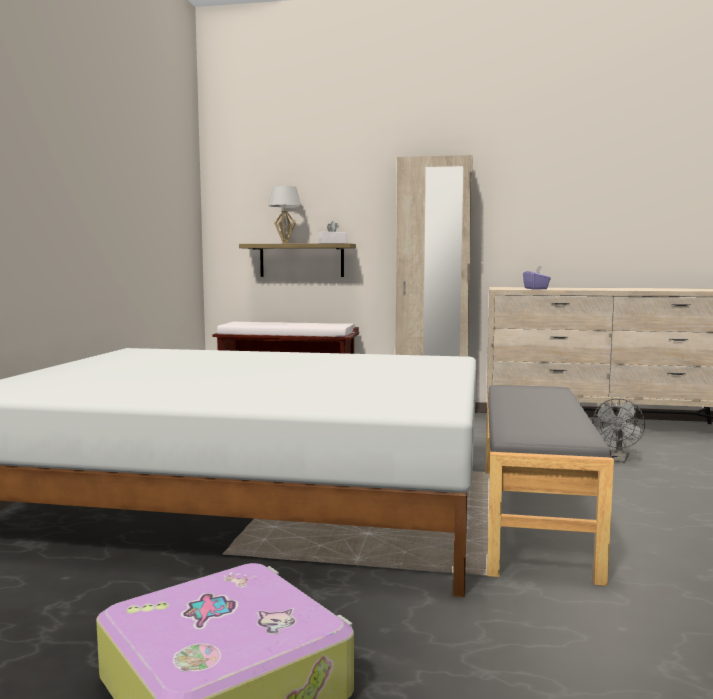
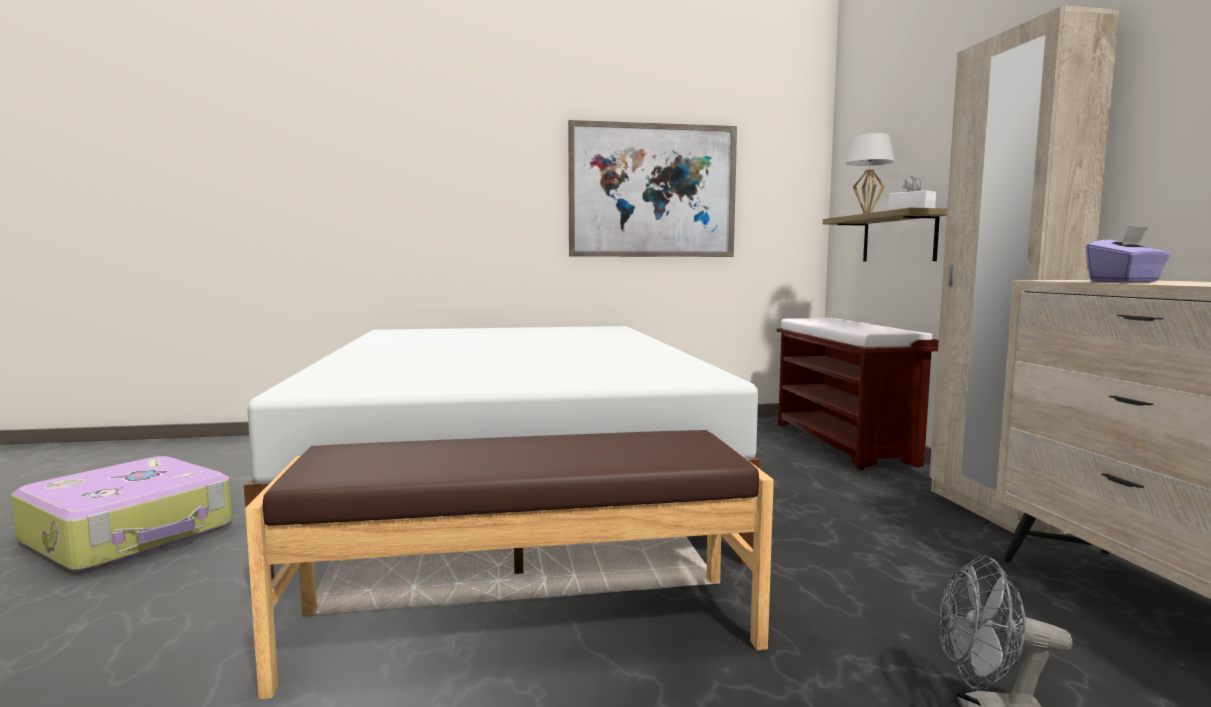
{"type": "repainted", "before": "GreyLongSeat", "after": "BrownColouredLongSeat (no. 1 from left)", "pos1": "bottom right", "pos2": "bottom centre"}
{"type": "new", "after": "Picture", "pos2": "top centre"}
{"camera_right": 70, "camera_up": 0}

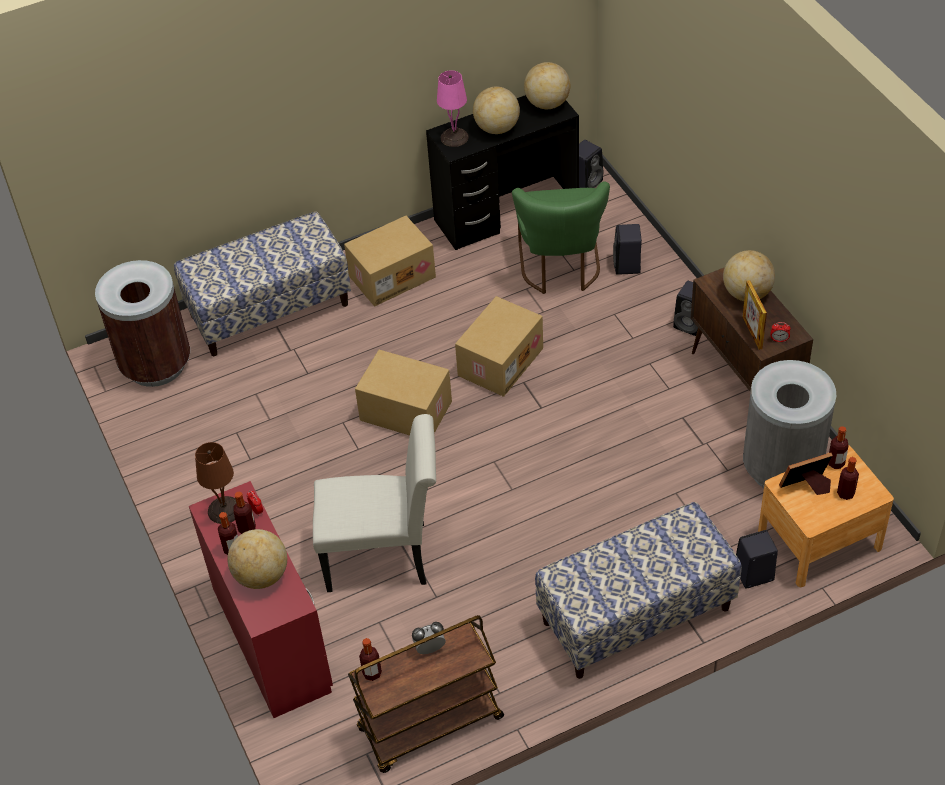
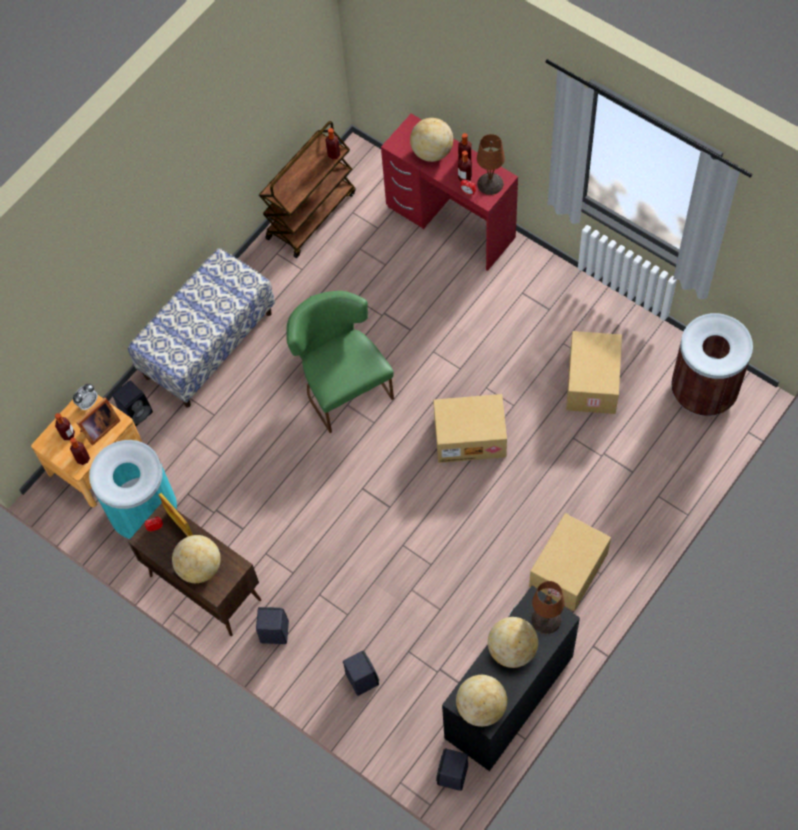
{"type": "repainted", "before": "PinkColouredTableLamp", "after": "BrownColouredTableLamp (no. 2 from left)", "pos1": "top centre", "pos2": "bottom right"}
{"type": "shifted", "before": "GreenColouredPlainChair", "pos1": "top centre", "pos2": "centre"}
{"type": "gone", "before": "LongSeat (no. 1 from left)", "pos1": "middle left"}
{"type": "shifted", "before": "Carton (no. 3 from left)", "pos1": "centre", "pos2": "middle right"}
{"type": "repainted", "before": "GreyWasteBin", "after": "TurquoiseWasteBin", "pos1": "middle right", "pos2": "middle left"}
{"type": "gone", "before": "WhitePlainChair", "pos1": "centre"}
{"type": "shifted", "before": "TableClock (no. 2 from left in the first image)", "after": "TableClock (no. 1 from left)", "pos1": "bottom centre", "pos2": "middle left"}
{"camera_right": 155, "camera_up": 15}

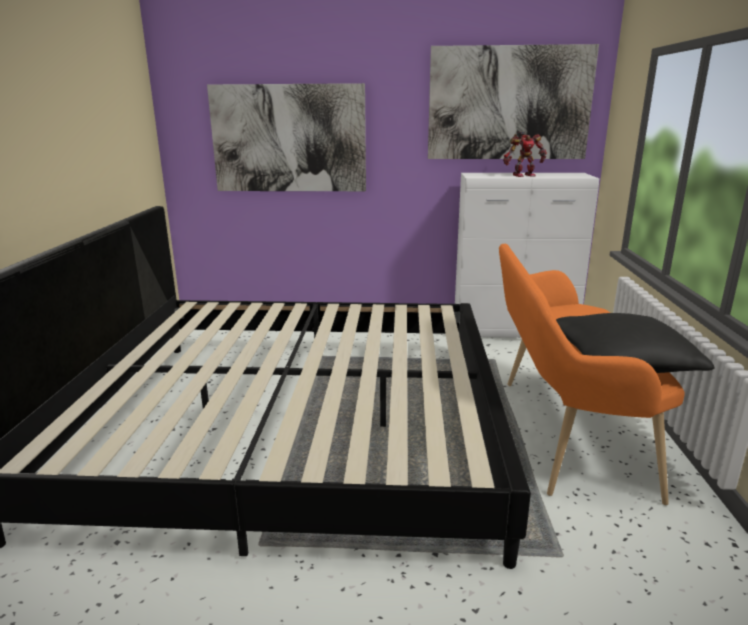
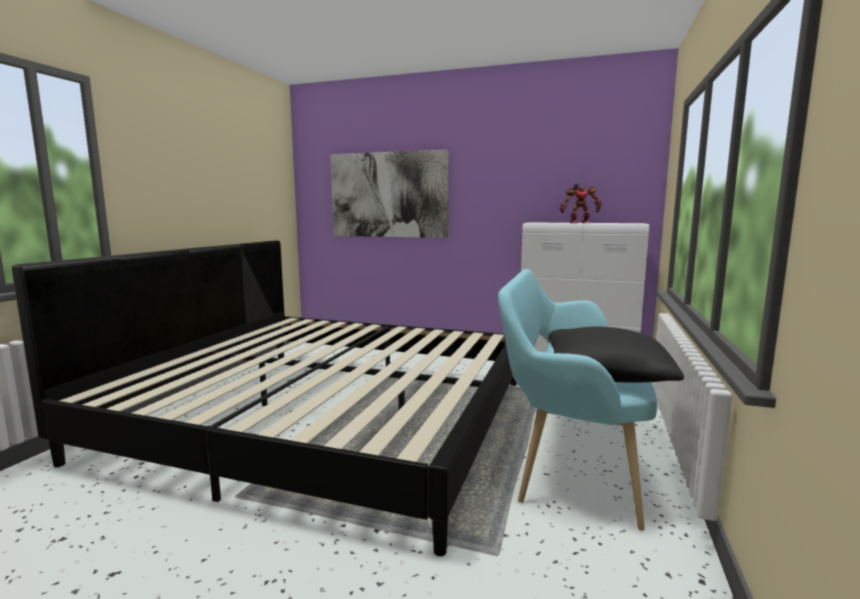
{"type": "gone", "before": "Picture (no. 2 from left)", "pos1": "top right"}
{"type": "repainted", "before": "OrangeColouredLongSeat", "after": "TurquoiseLongSeat", "pos1": "middle right", "pos2": "bottom right"}
{"camera_right": 15, "camera_up": -10}

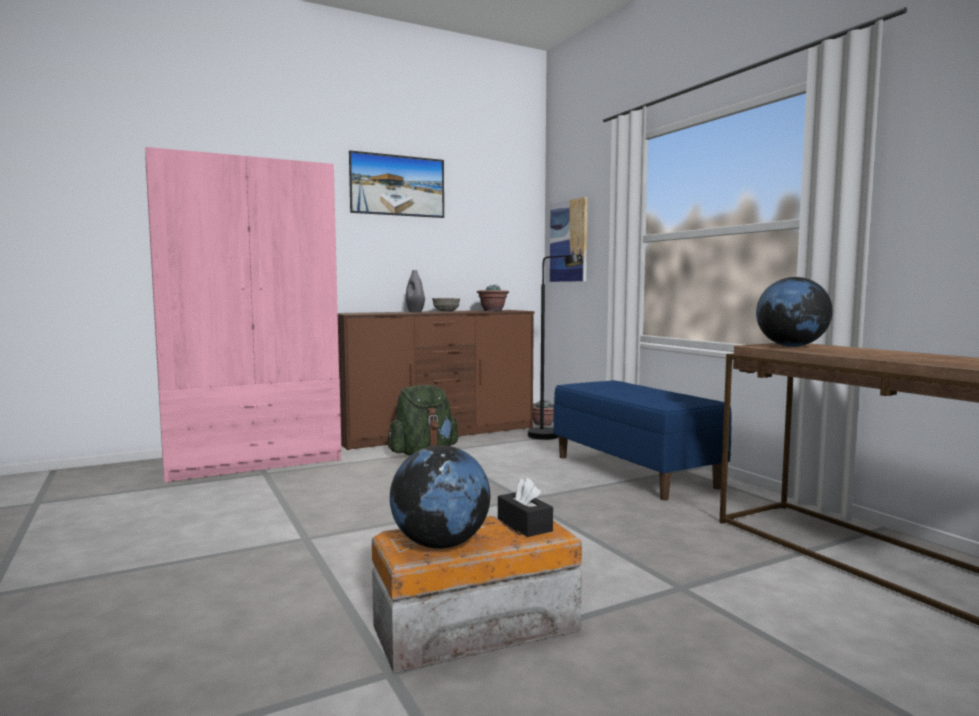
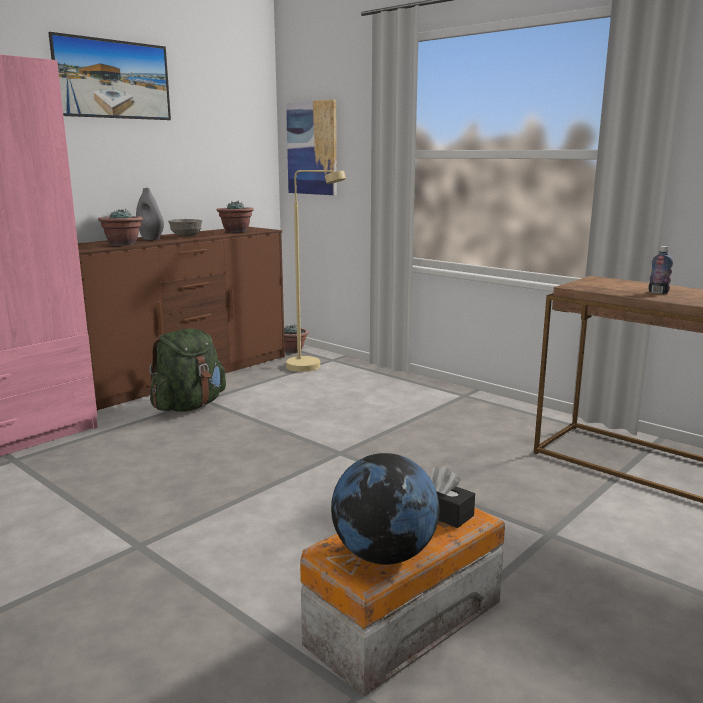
{"type": "repainted", "before": "BlackishStandingLamp", "after": "BeigeStandingLamp", "pos1": "centre", "pos2": "centre"}
{"type": "gone", "before": "Globe (no. 2 from left)", "pos1": "middle right"}
{"type": "gone", "before": "BlueColouredLongSeat", "pos1": "centre"}
{"type": "new", "after": "Houseplant (no. 1 from left)", "pos2": "top left"}
{"type": "new", "after": "Bottle", "pos2": "middle right"}
{"camera_right": -20, "camera_up": 10}

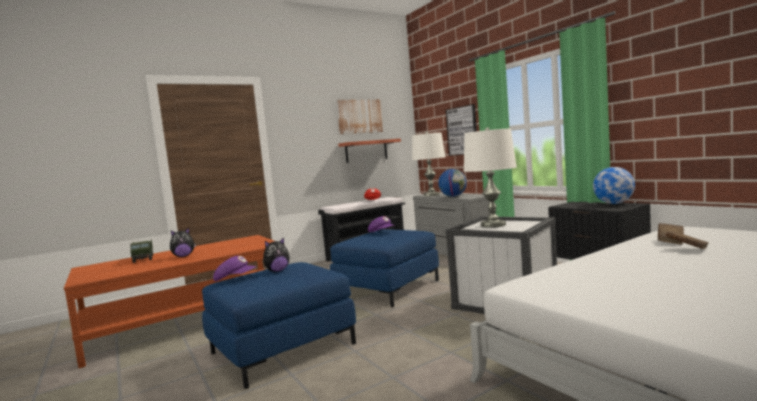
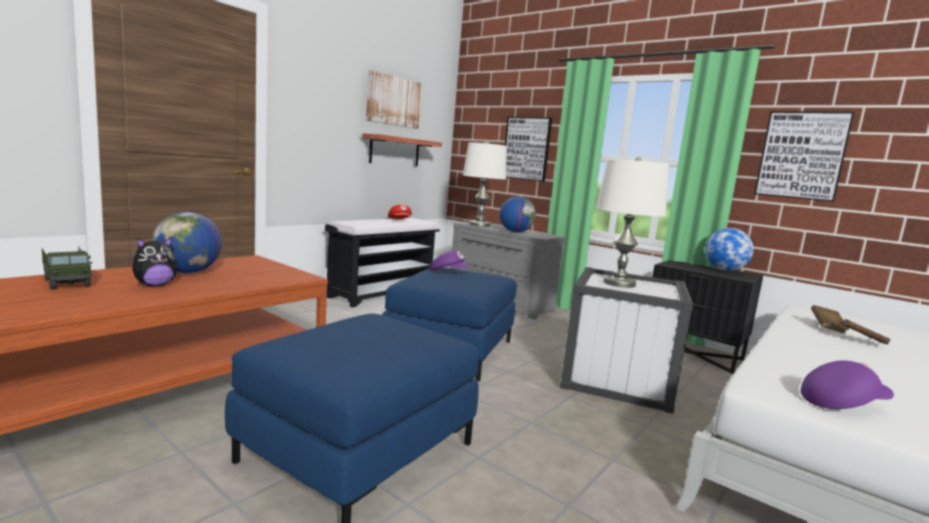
{"type": "gone", "before": "SoftToy (no. 2 from left)", "pos1": "centre"}
{"type": "shifted", "before": "PurplePeakedCap (no. 1 from left in the first image)", "after": "PurplePeakedCap (no. 2 from left)", "pos1": "bottom left", "pos2": "bottom right"}
{"type": "new", "after": "Picture (no. 3 from left)", "pos2": "top right"}
{"type": "new", "after": "Globe (no. 1 from left)", "pos2": "middle left"}
{"camera_right": -20, "camera_up": 5}

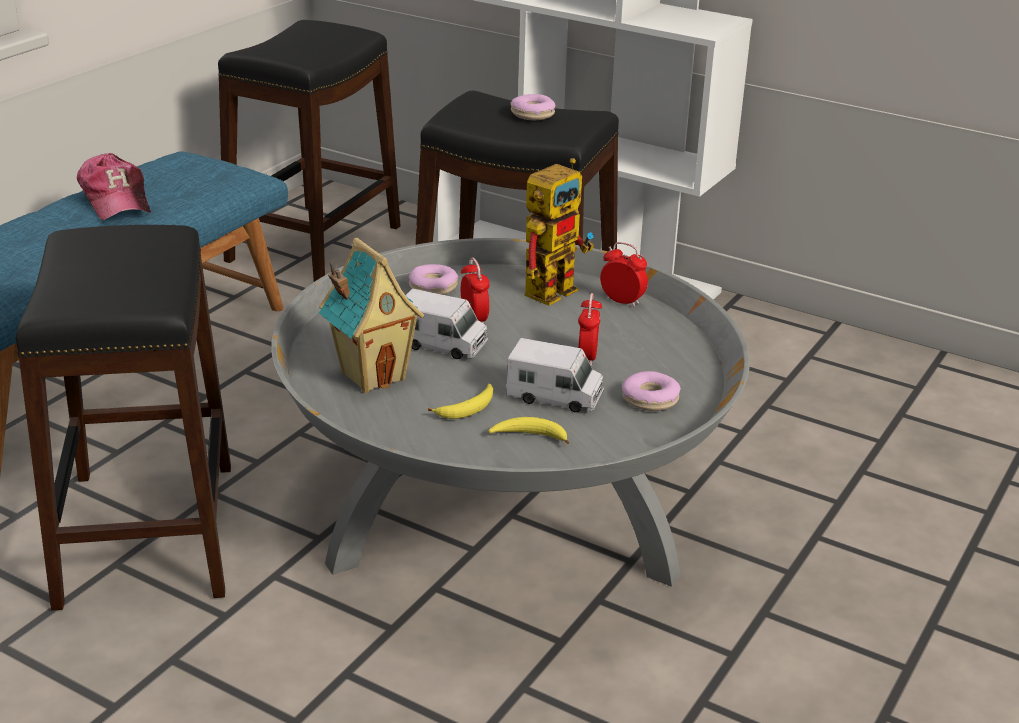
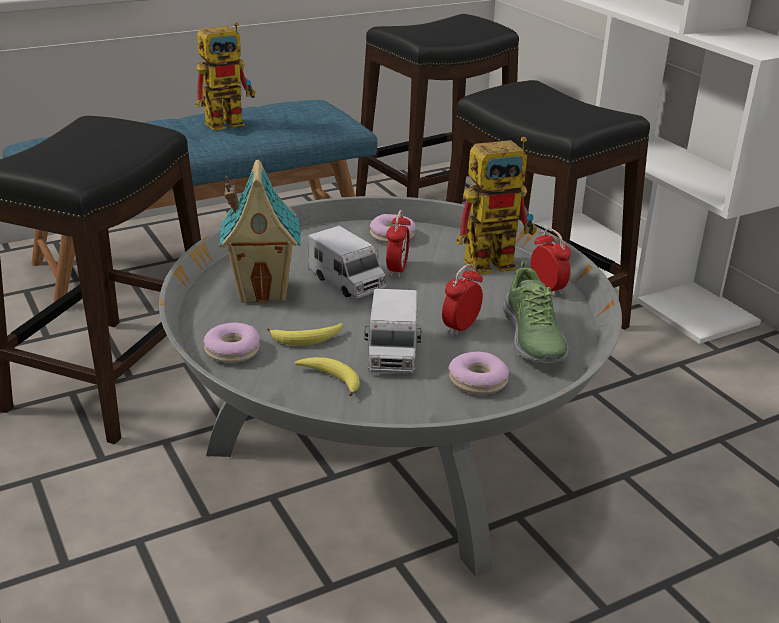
{"type": "shifted", "before": "Donut (no. 2 from left in the first image)", "after": "Donut (no. 1 from left)", "pos1": "top centre", "pos2": "middle left"}
{"type": "swapped", "before": "PeakedCap", "after": "ModelRobot (no. 1 from left)", "pos1": "top left", "pos2": "top left"}
{"type": "rotated", "before": "ToyTruck (no. 2 from left)", "pos1": "centre", "pos2": "centre", "turn": 45}
{"type": "new", "after": "LowShoe", "pos2": "middle right"}
{"camera_right": 30, "camera_up": 0}

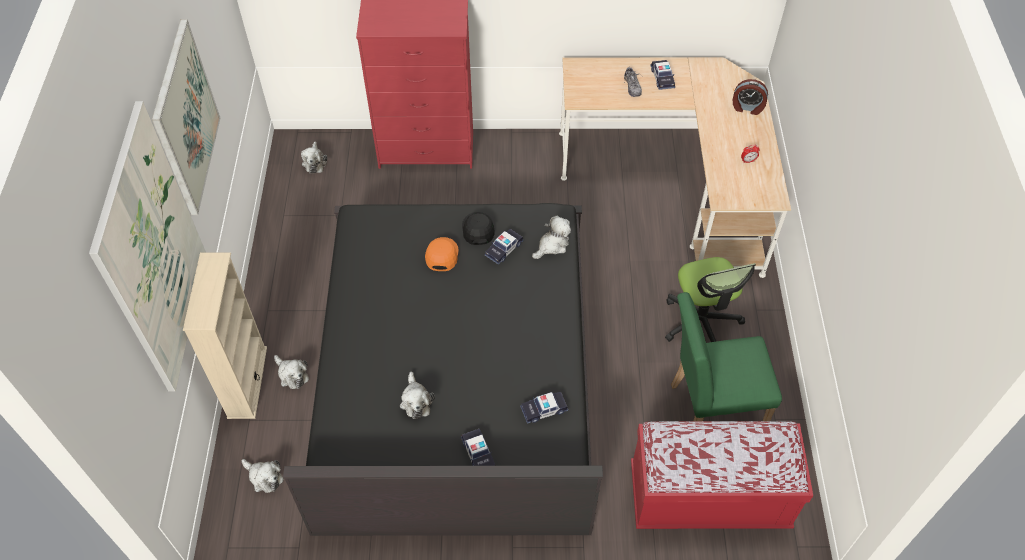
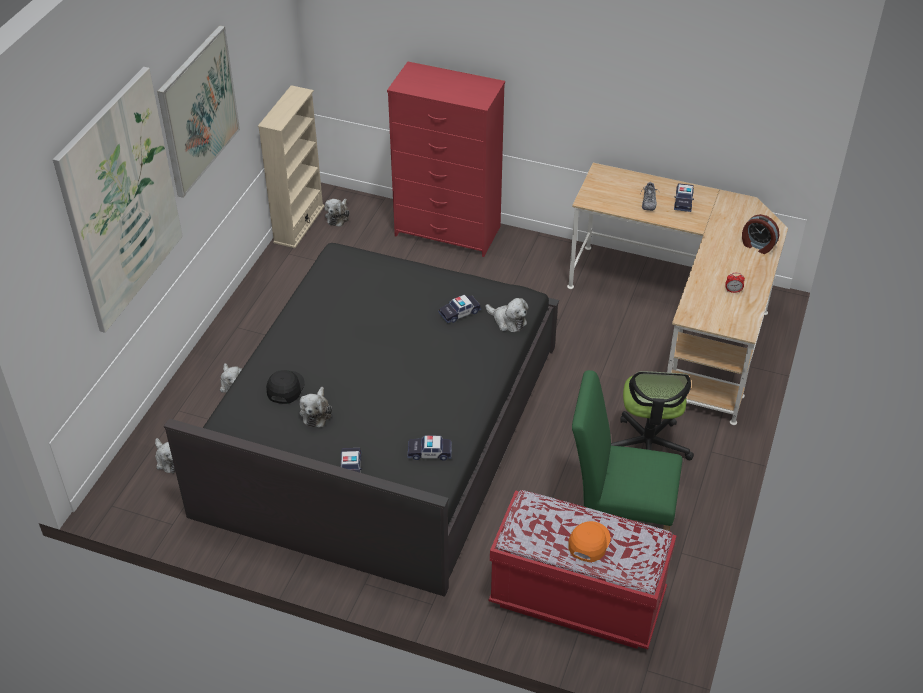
{"type": "shifted", "before": "BlackishPeakedCap", "pos1": "centre", "pos2": "middle left"}
{"type": "rotated", "before": "SoftToy (no. 5 from left)", "pos1": "centre", "pos2": "centre", "turn": 60}
{"type": "shifted", "before": "OrangeColouredPeakedCap", "pos1": "centre", "pos2": "bottom centre"}
{"type": "shifted", "before": "BeigeBookshelf", "pos1": "middle left", "pos2": "top left"}
{"camera_right": 20, "camera_up": -10}

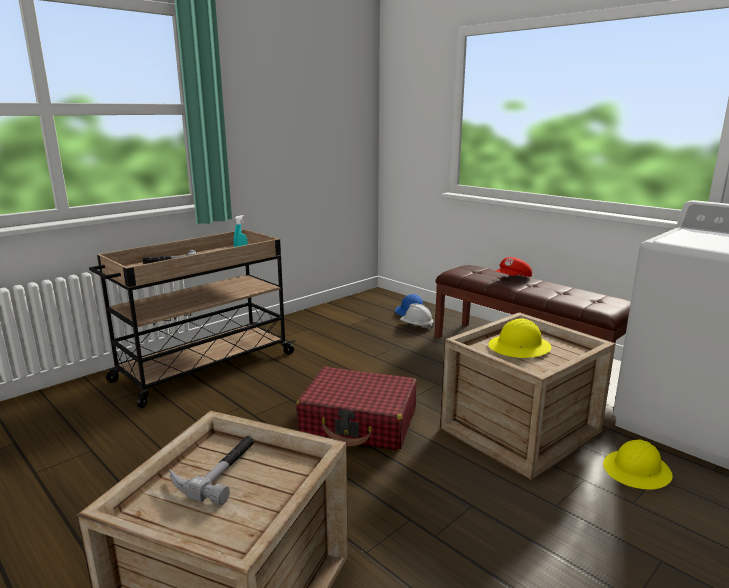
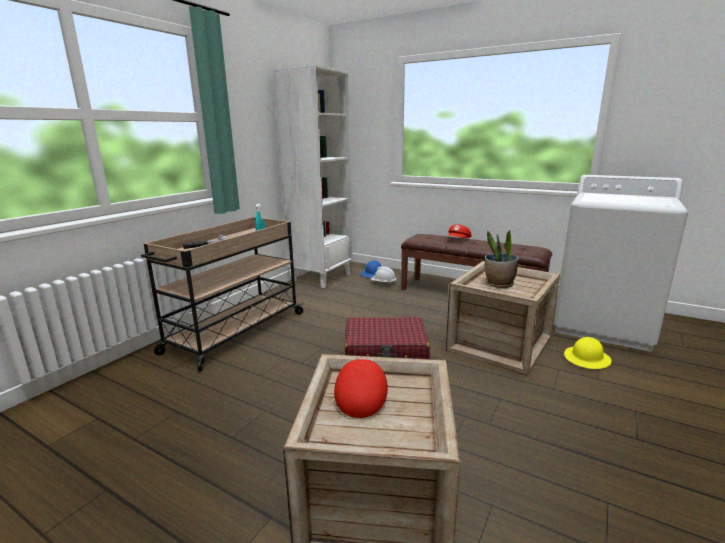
{"type": "swapped", "before": "YellowWorkHelmet (no. 1 from left)", "after": "Houseplant", "pos1": "middle right", "pos2": "middle right"}
{"type": "swapped", "before": "Hammer (no. 2 from left)", "after": "RedColouredPeakedCap (no. 1 from left)", "pos1": "bottom left", "pos2": "bottom centre"}
{"type": "new", "after": "WhiteBookshelf", "pos2": "top centre"}
{"camera_right": -15, "camera_up": 0}

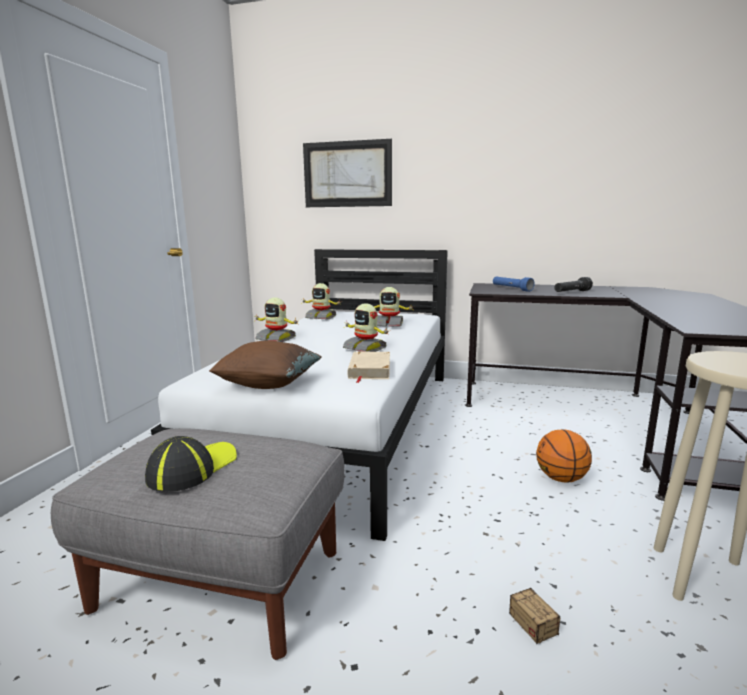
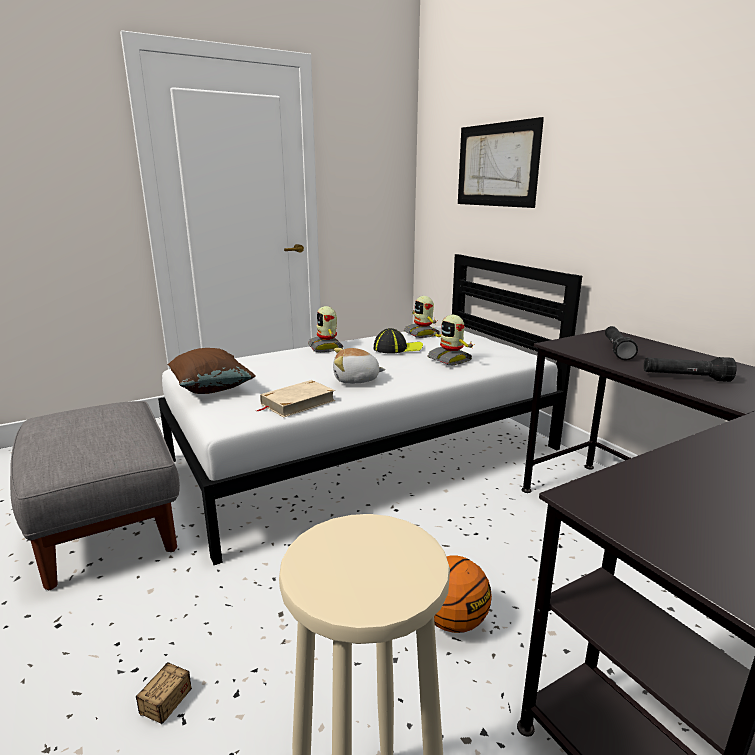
{"type": "repainted", "before": "BlueColouredTorch", "after": "BlackishTorch (no. 1 from left)", "pos1": "middle right", "pos2": "middle right"}
{"type": "swapped", "before": "ModelRobot (no. 3 from left)", "after": "SoftToy", "pos1": "centre", "pos2": "centre"}
{"type": "shifted", "before": "PeakedCap", "pos1": "bottom left", "pos2": "centre"}
{"camera_right": 45, "camera_up": 5}

